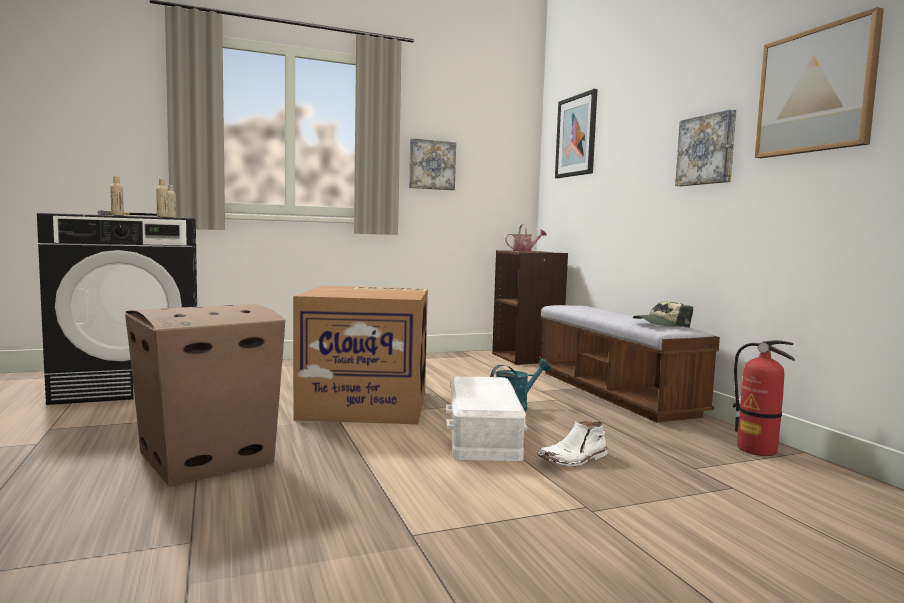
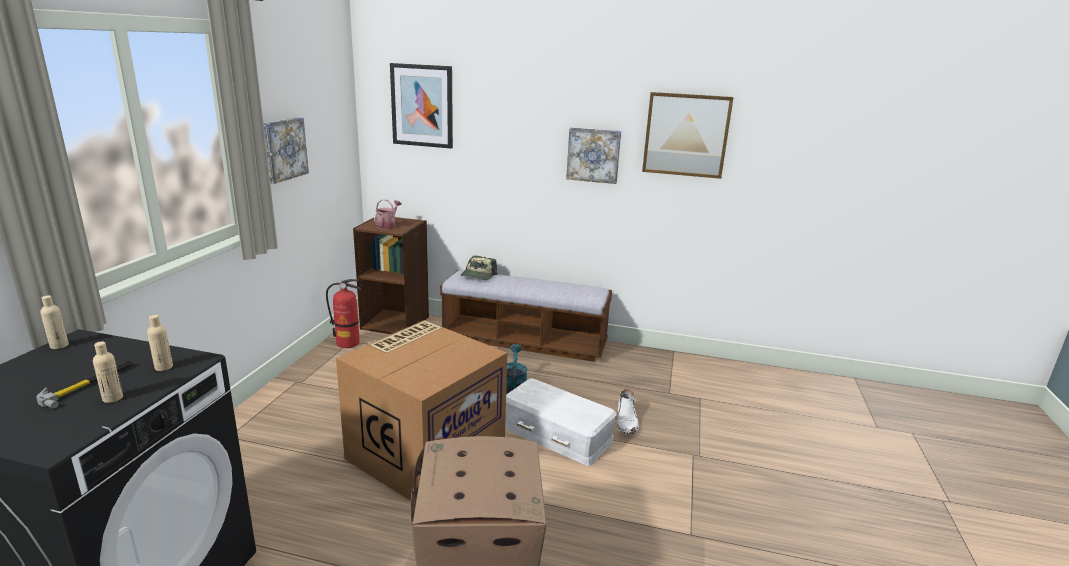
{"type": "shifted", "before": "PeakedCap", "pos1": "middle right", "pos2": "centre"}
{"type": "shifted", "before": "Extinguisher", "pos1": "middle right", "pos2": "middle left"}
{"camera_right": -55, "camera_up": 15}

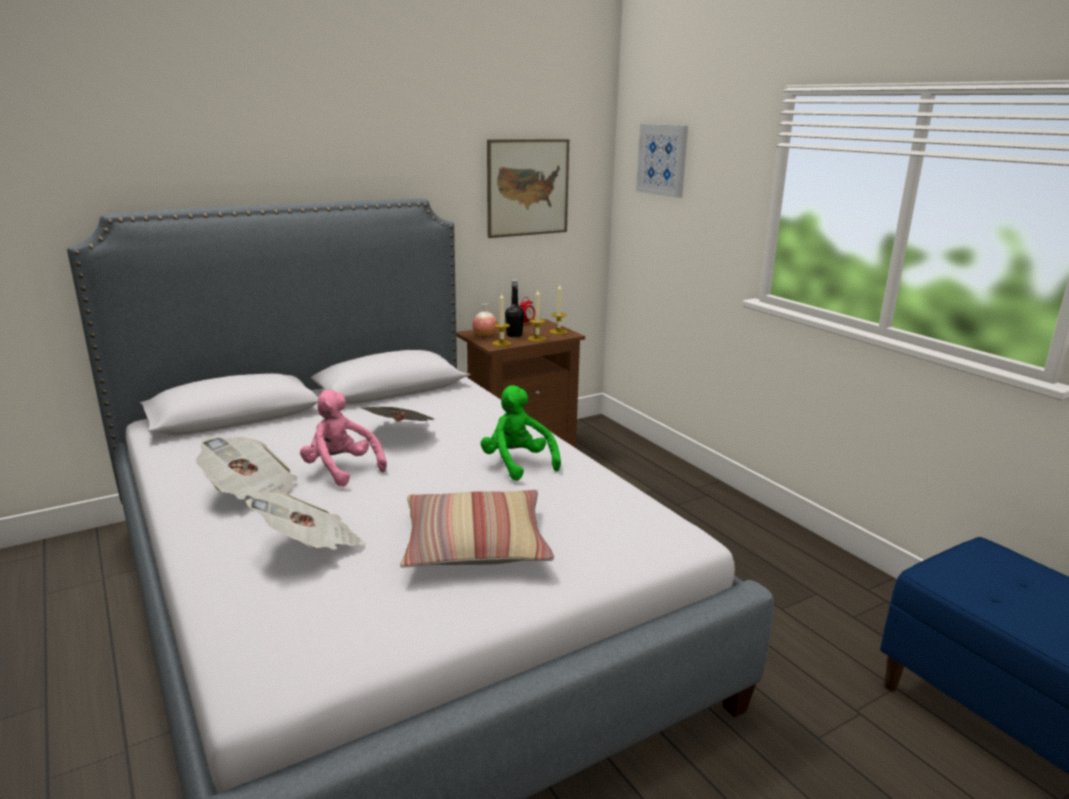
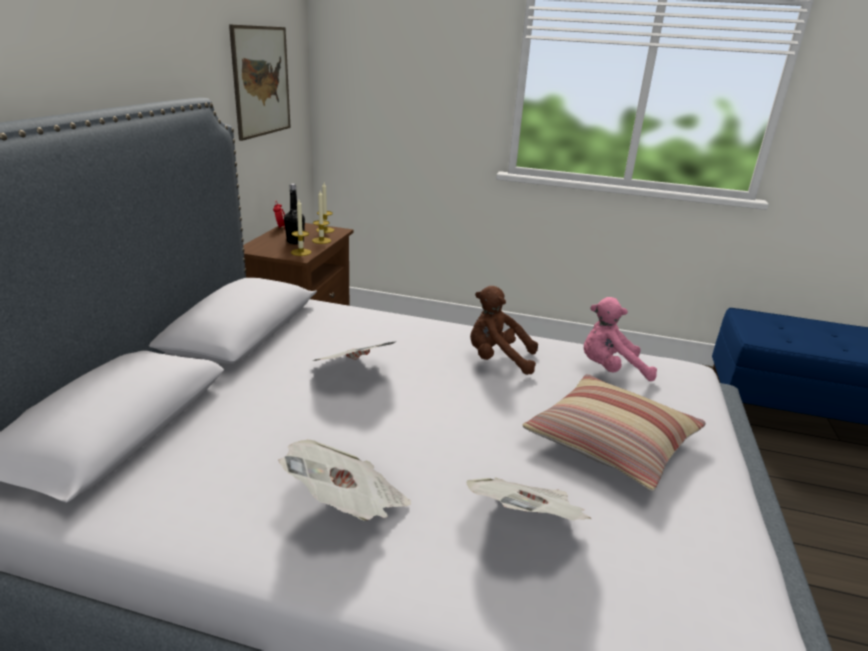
{"type": "gone", "before": "Picture (no. 2 from left)", "pos1": "top centre"}
{"type": "gone", "before": "DecorativeVase", "pos1": "centre"}
{"type": "repainted", "before": "GreenColouredSoftToy", "after": "BrownColouredSoftToy", "pos1": "centre", "pos2": "centre"}
{"type": "shifted", "before": "PinkColouredSoftToy", "pos1": "middle left", "pos2": "middle right"}
{"camera_right": -45, "camera_up": 5}

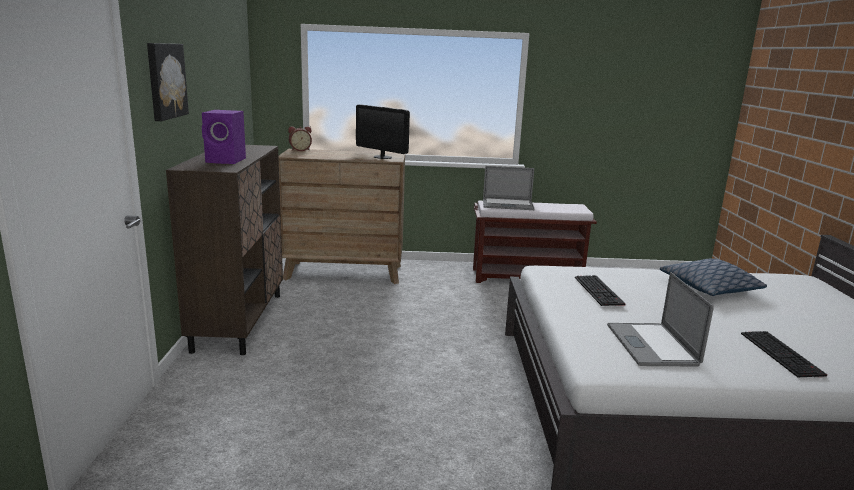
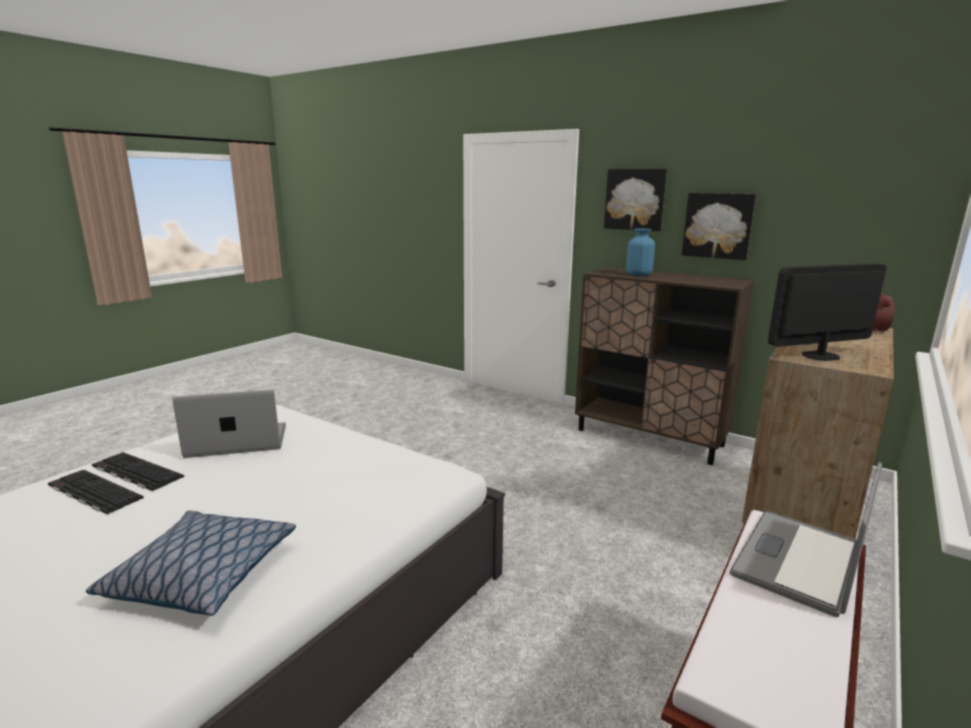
{"type": "swapped", "before": "PurpleLoudspeaker", "after": "BlueColouredDecorativeVase", "pos1": "top left", "pos2": "centre"}
{"type": "rotated", "before": "PortableComputer (no. 2 from left in the first image)", "pos1": "middle right", "pos2": "middle left", "turn": -45}
{"type": "shifted", "before": "ComputerKeyboard (no. 1 from left in the first image)", "after": "ComputerKeyboard (no. 2 from left)", "pos1": "middle right", "pos2": "middle left"}
{"type": "new", "after": "Picture (no. 2 from left)", "pos2": "top right"}
{"camera_right": 125, "camera_up": 0}

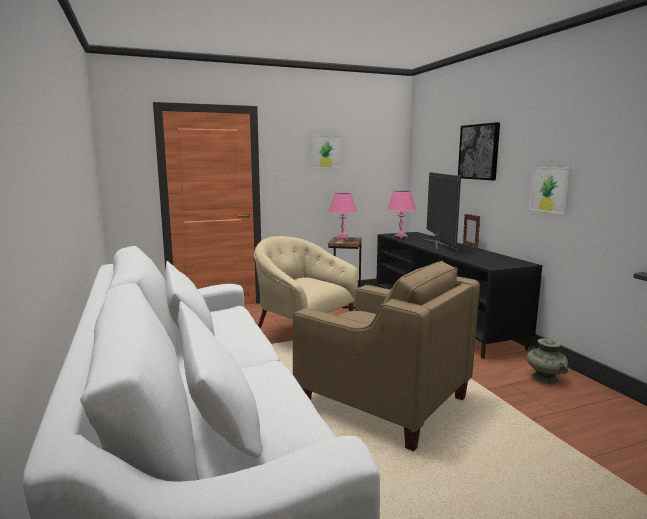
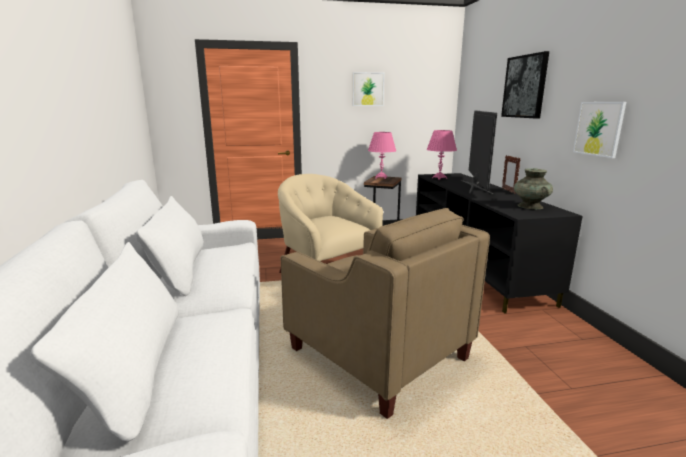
{"type": "shifted", "before": "TurquoiseDecorativeVase", "pos1": "bottom right", "pos2": "middle right"}
{"camera_right": 10, "camera_up": 5}

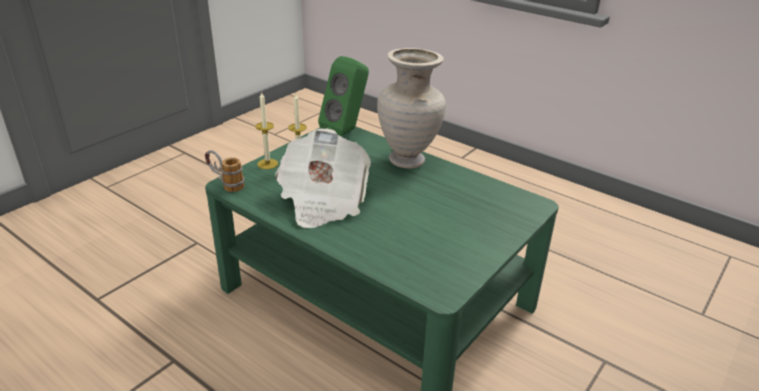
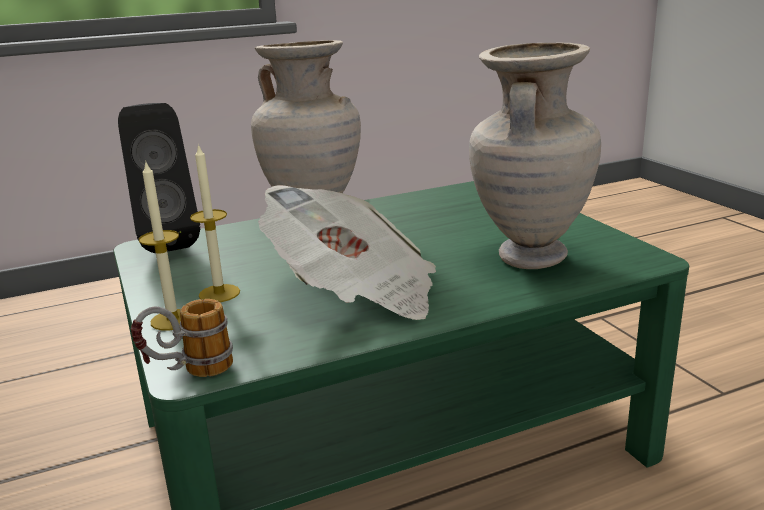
{"type": "repainted", "before": "GreenColouredLoudspeaker", "after": "BlackishLoudspeaker", "pos1": "top centre", "pos2": "middle left"}
{"type": "new", "after": "BeigeDecorativeVase (no. 2 from left)", "pos2": "top right"}
{"camera_right": -60, "camera_up": -10}

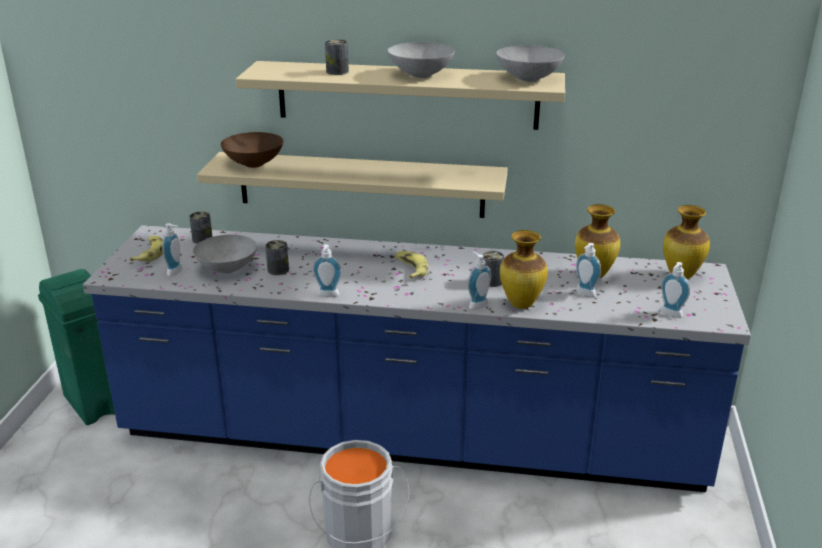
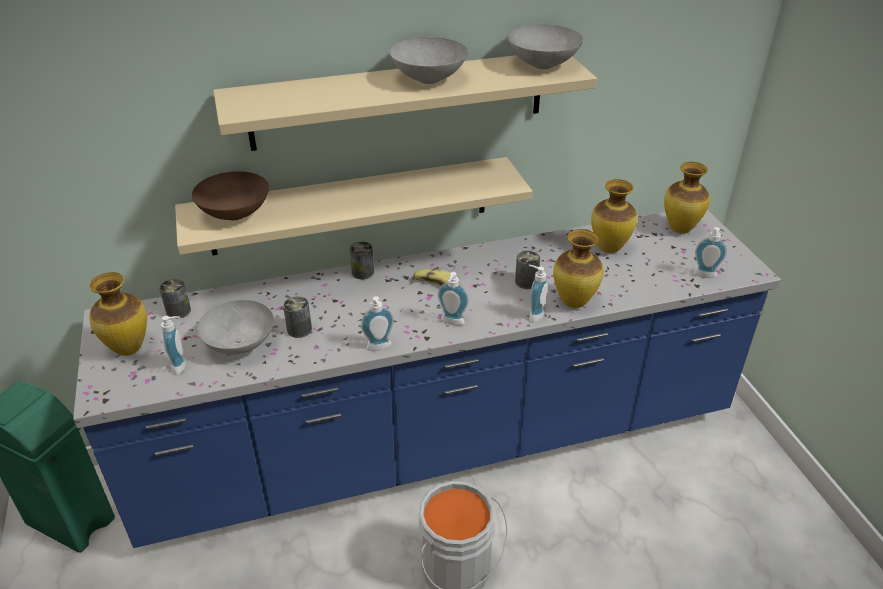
{"type": "shifted", "before": "SealedCan (no. 3 from left)", "pos1": "top centre", "pos2": "centre"}
{"type": "swapped", "before": "BananaFruit (no. 1 from left)", "after": "DecorativeVase (no. 1 from left)", "pos1": "middle left", "pos2": "middle left"}
{"type": "shifted", "before": "SoapBottle (no. 4 from left in the first image)", "after": "SoapBottle (no. 3 from left)", "pos1": "middle right", "pos2": "centre"}
{"camera_right": -25, "camera_up": 10}

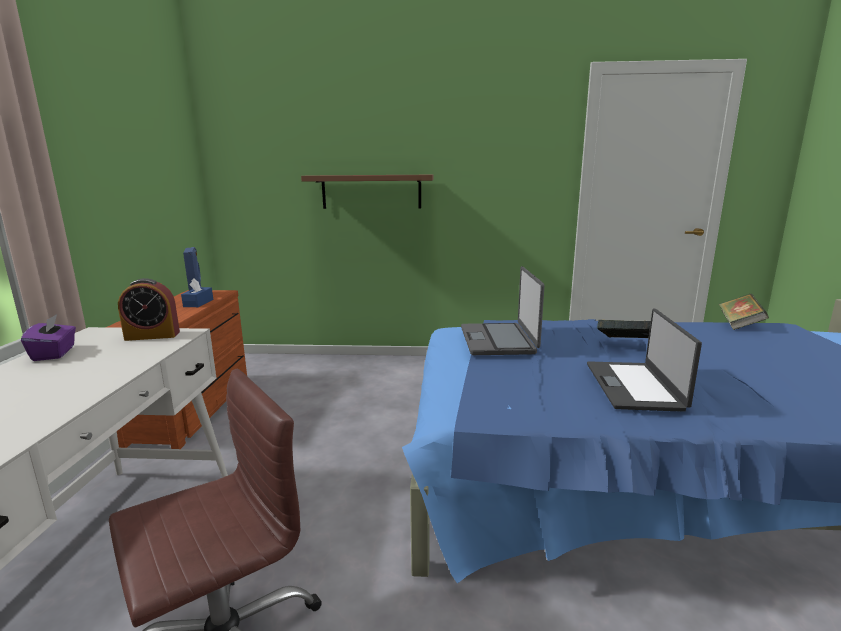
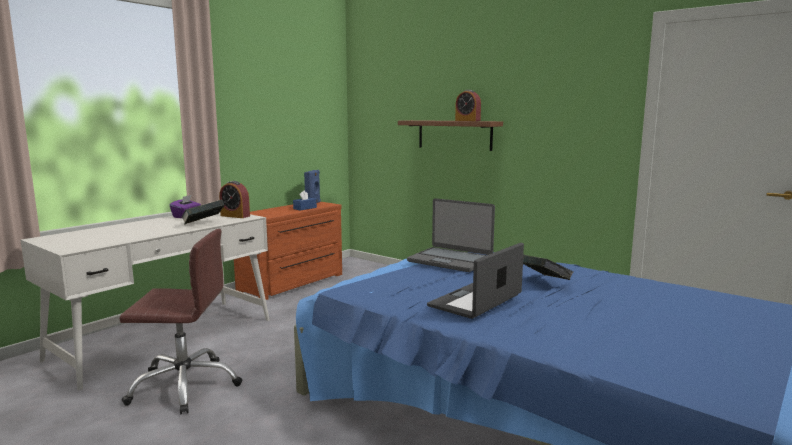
{"type": "rotated", "before": "PortableComputer (no. 1 from left)", "pos1": "centre", "pos2": "centre", "turn": -90}
{"type": "shifted", "before": "Book (no. 2 from left in the first image)", "after": "Book (no. 1 from left)", "pos1": "middle right", "pos2": "middle left"}
{"type": "new", "after": "TableClock (no. 2 from left)", "pos2": "top centre"}
{"camera_right": 35, "camera_up": -5}

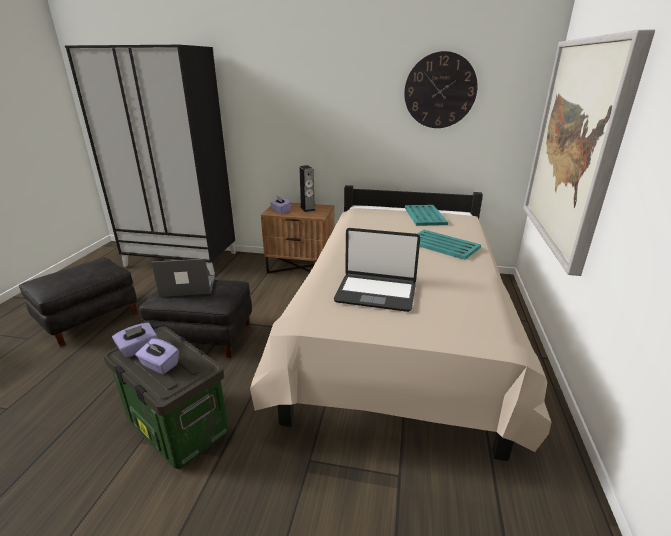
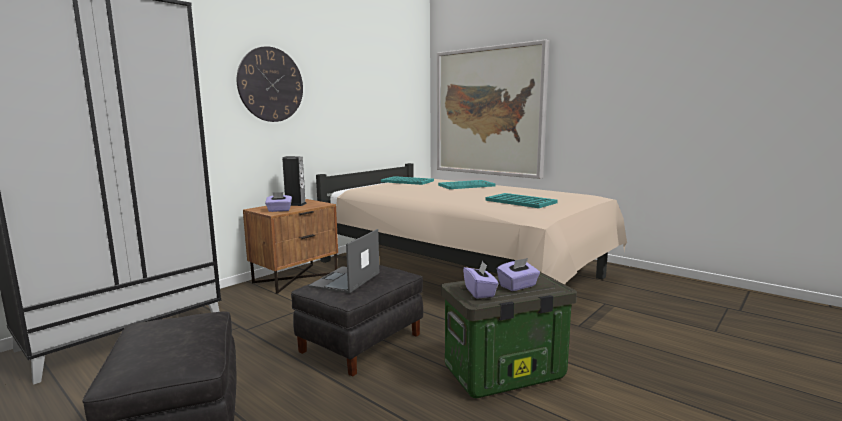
{"type": "shifted", "before": "ClockOnTheWall", "pos1": "top centre", "pos2": "top left"}
{"type": "swapped", "before": "PortableComputer (no. 2 from left)", "after": "TurquoiseTray (no. 3 from left)", "pos1": "centre", "pos2": "centre"}
{"camera_right": -60, "camera_up": -15}

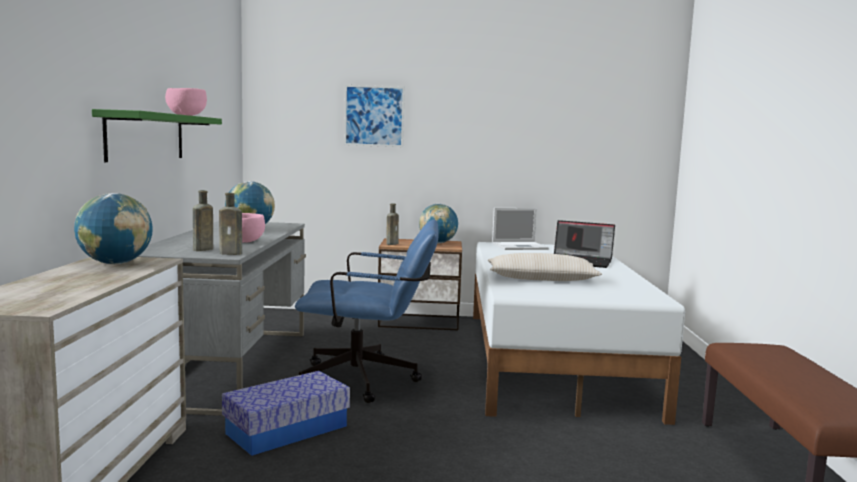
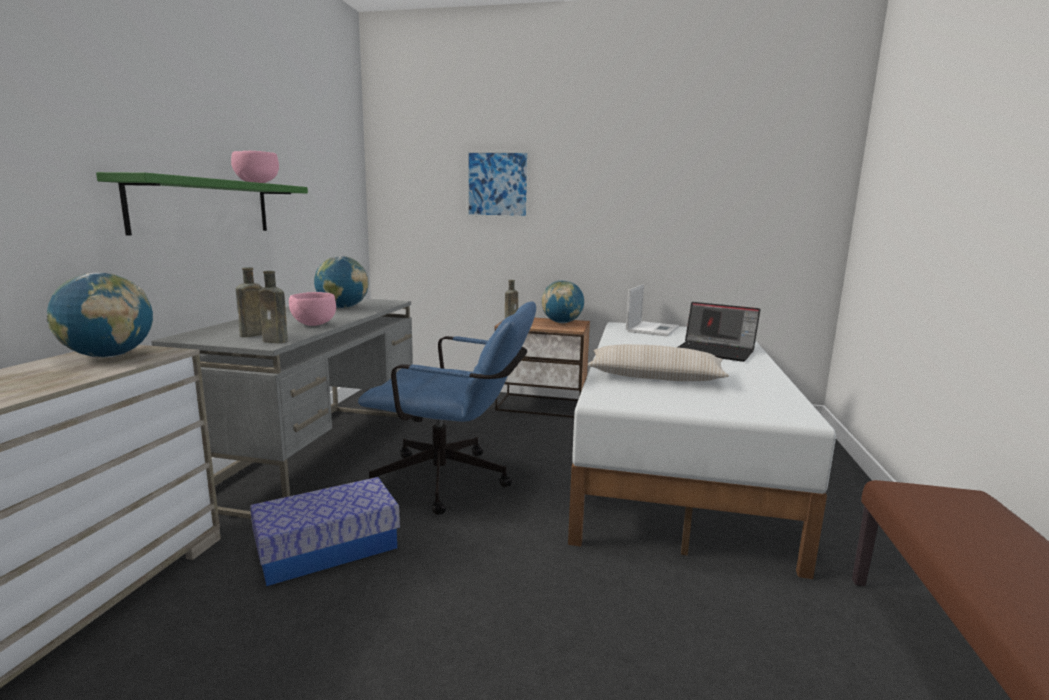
{"type": "rotated", "before": "PortableComputer (no. 1 from left)", "pos1": "centre", "pos2": "centre", "turn": -60}
{"camera_right": 10, "camera_up": 5}

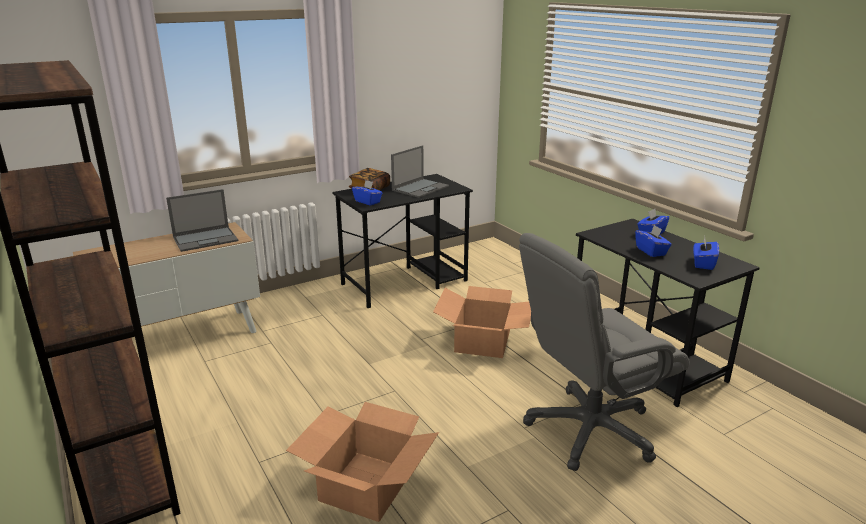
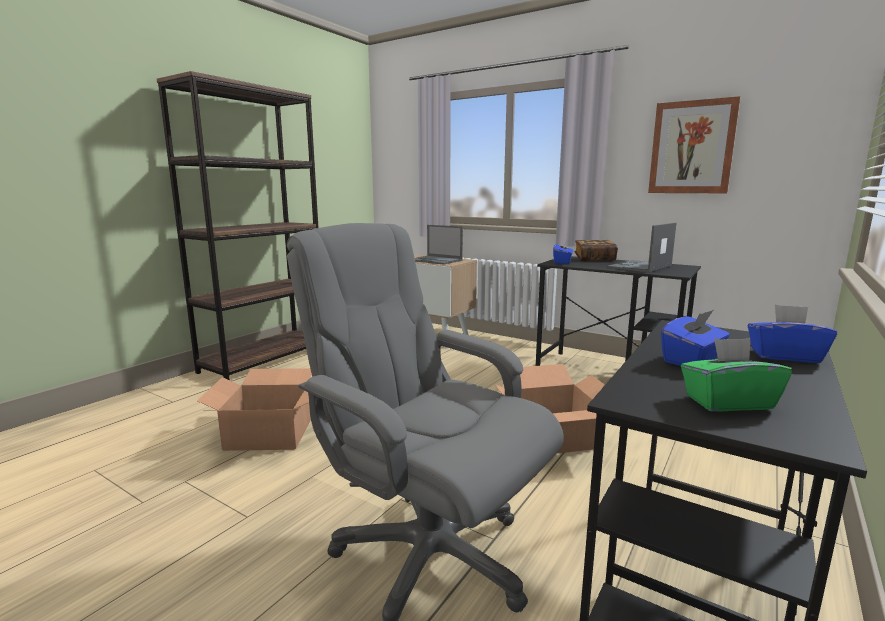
{"type": "rotated", "before": "PortableComputer (no. 2 from left)", "pos1": "top centre", "pos2": "middle right", "turn": 120}
{"type": "repainted", "before": "BlueColouredTissueBox (no. 4 from left)", "after": "GreenColouredTissueBox", "pos1": "middle right", "pos2": "middle right"}
{"type": "new", "after": "Picture", "pos2": "top right"}
{"camera_right": 65, "camera_up": -10}

